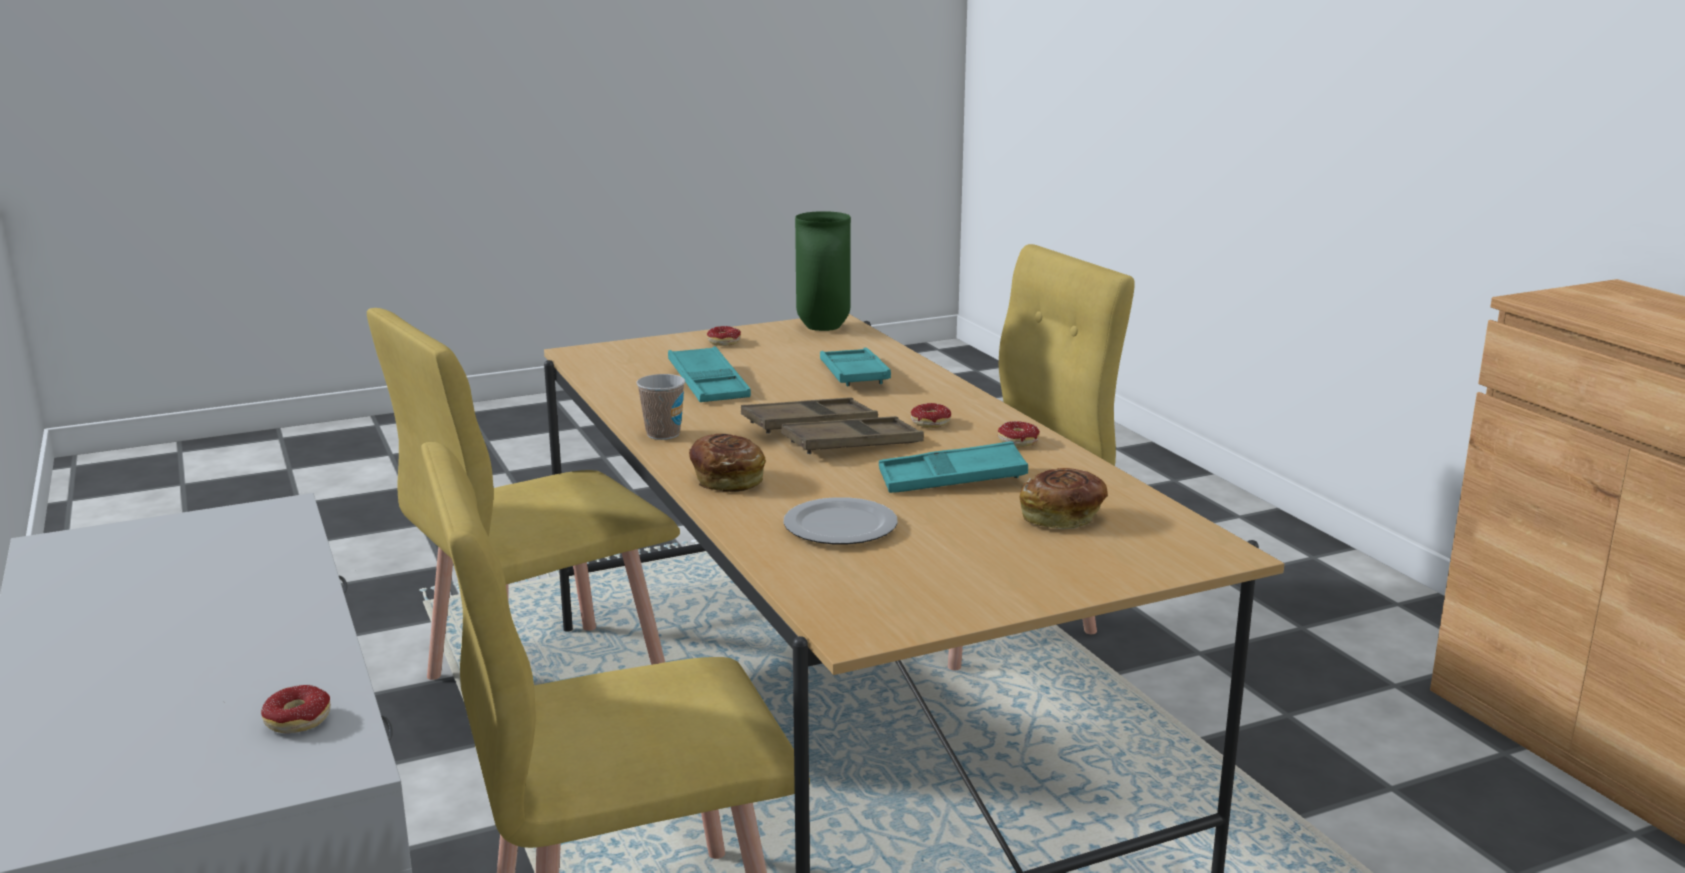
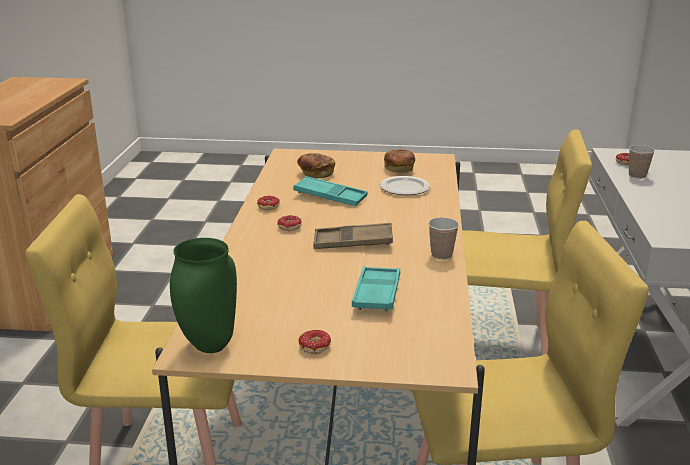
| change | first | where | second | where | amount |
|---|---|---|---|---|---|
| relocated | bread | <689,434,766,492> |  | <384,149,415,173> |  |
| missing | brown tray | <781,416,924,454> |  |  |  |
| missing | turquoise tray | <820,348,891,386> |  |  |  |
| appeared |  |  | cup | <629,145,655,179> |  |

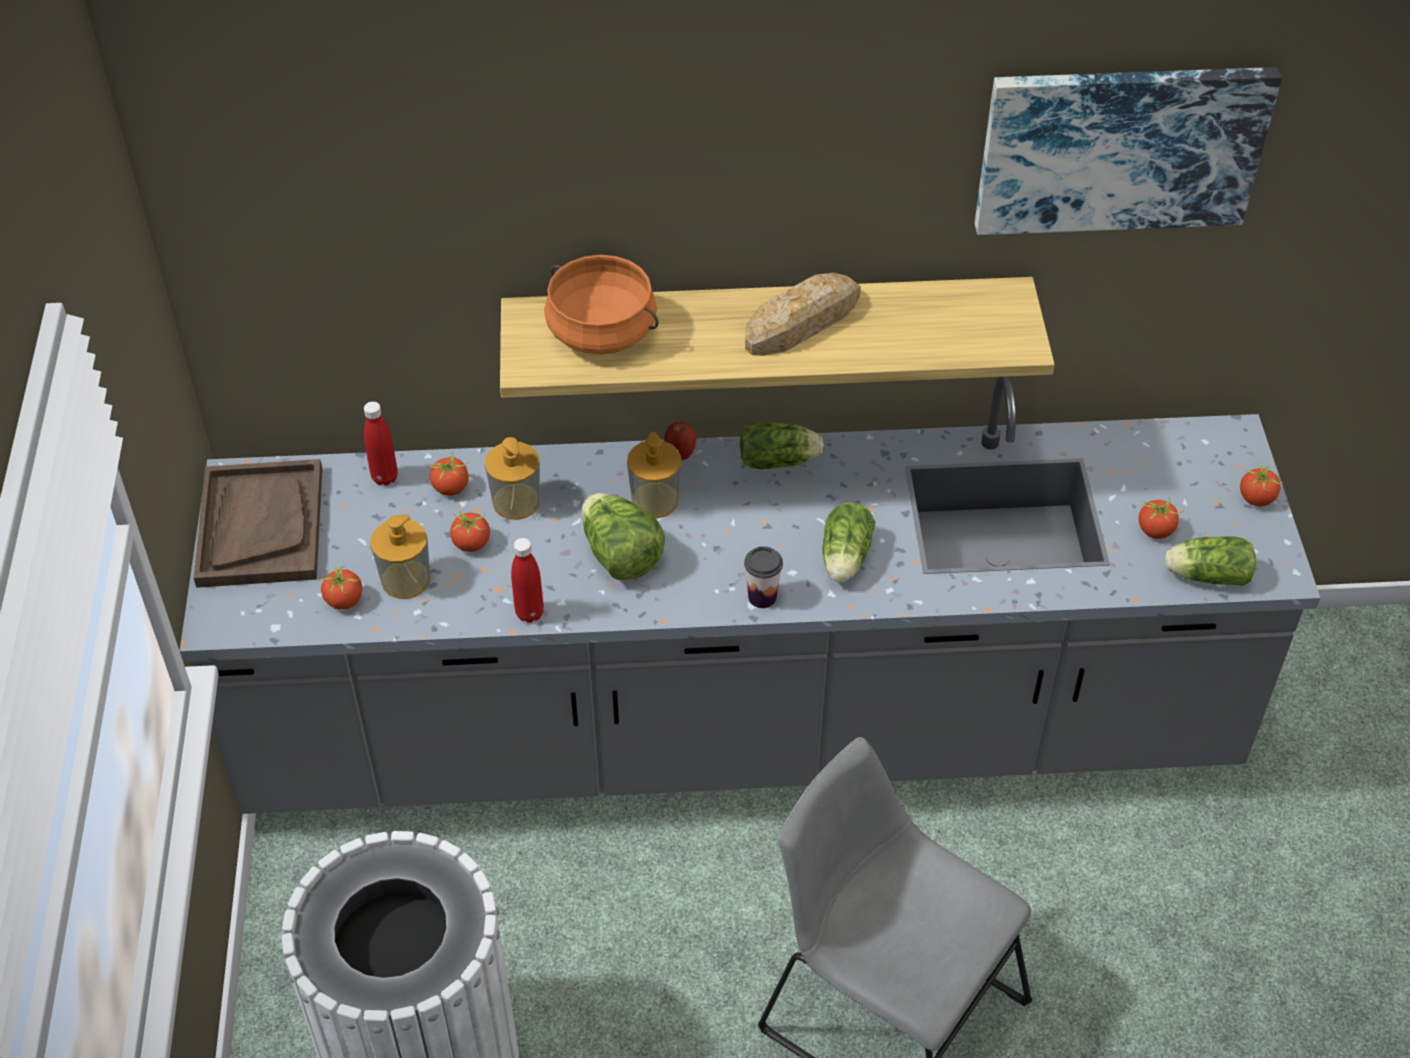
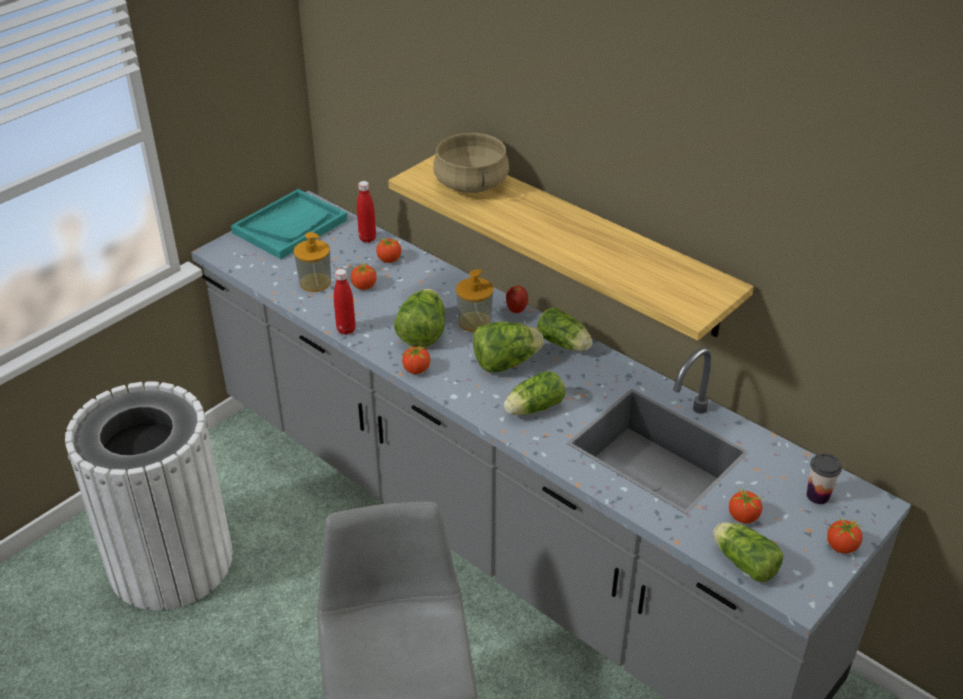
| change | first | where | second | where | amount |
|---|---|---|---|---|---|
| colour | brown tray | <194,459,322,588> | turquoise tray | <231,189,347,259> |  |
| relocated | tomato | <321,564,362,610> |  | <401,343,430,374> |  |
| missing | soap dispenser | <484,437,540,520> |  |  |  |
| colour | orange cooking pot | <544,255,658,354> | beige cooking pot | <433,132,509,193> |  |
| relocated | cup | <744,546,783,608> |  | <807,453,842,504> |  |
| missing | bread | <745,273,861,356> |  |  |  |
| missing | picture | <975,67,1282,235> |  |  |  |
| appeared |  |  | lettuce | <473,322,544,372> |  |

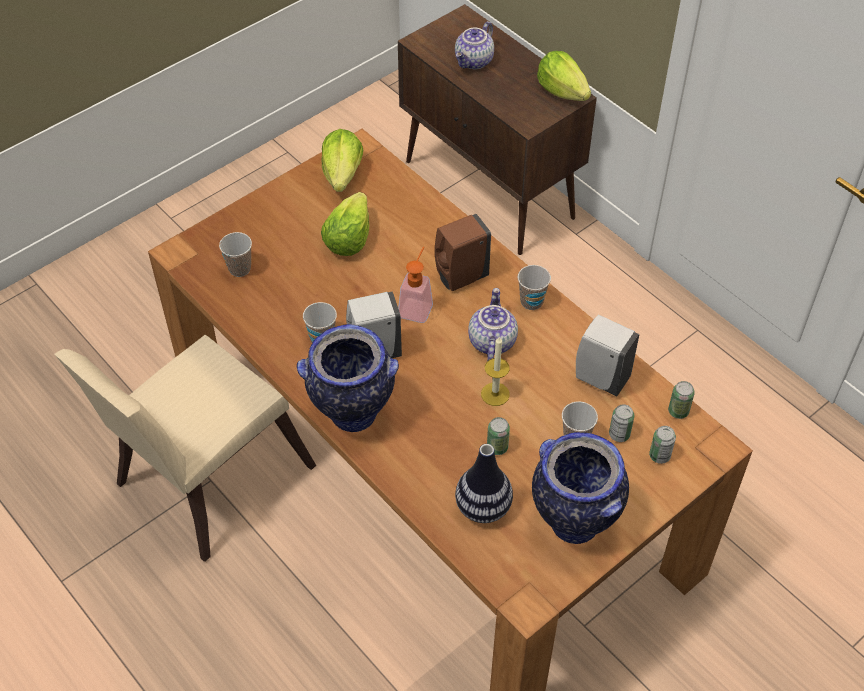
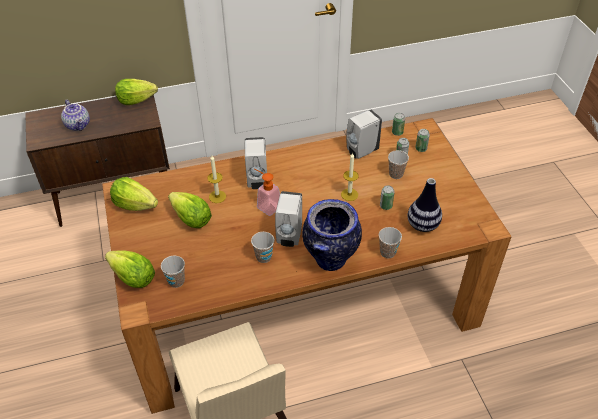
| change | first | where | second | where | amount |
|---|---|---|---|---|---|
| colour | brown soap dispenser | <435,214,491,291> | white soap dispenser | <244,137,267,189> |  |
| missing | teapot | <468,288,518,361> |  |  |  |
| relocated | cup | <518,265,551,310> |  | <379,227,402,258> |  |
| missing | vase | <532,432,629,544> |  |  |  |
| appeared |  |  | lettuce | <105,250,155,288> |  |
| appeared |  |  | candle | <207,156,226,203> |  |

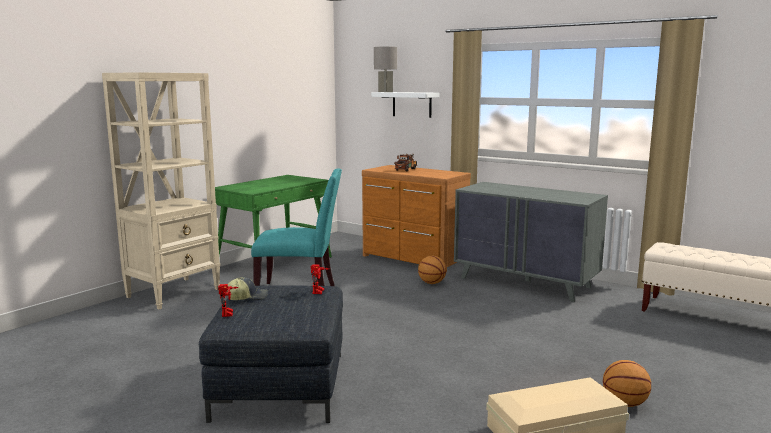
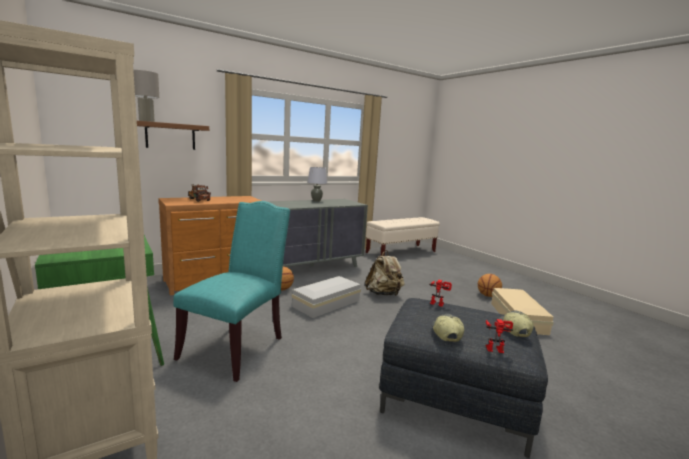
| change | first | where | second | where | amount |
|---|---|---|---|---|---|
| colour | white shelf | <371,92,440,118> | brown shelf | <137,121,209,150> |  |
| appeared |  |  | white storage box | <292,276,361,318> |  |
| appeared |  |  | grey table lamp | <307,167,327,202> |  |
| appeared |  |  | beige backpack | <365,250,405,296> |  |
| appeared |  |  | cap | <498,310,534,337> |  |

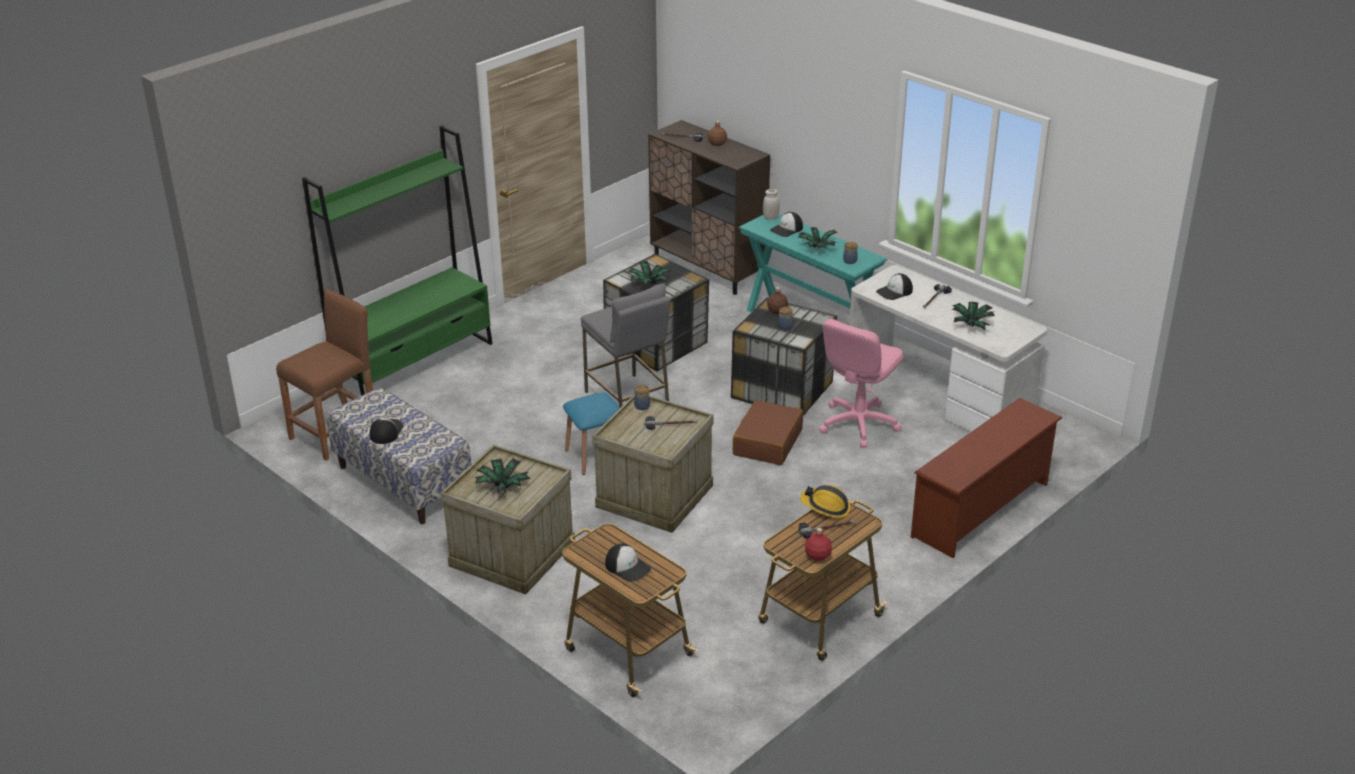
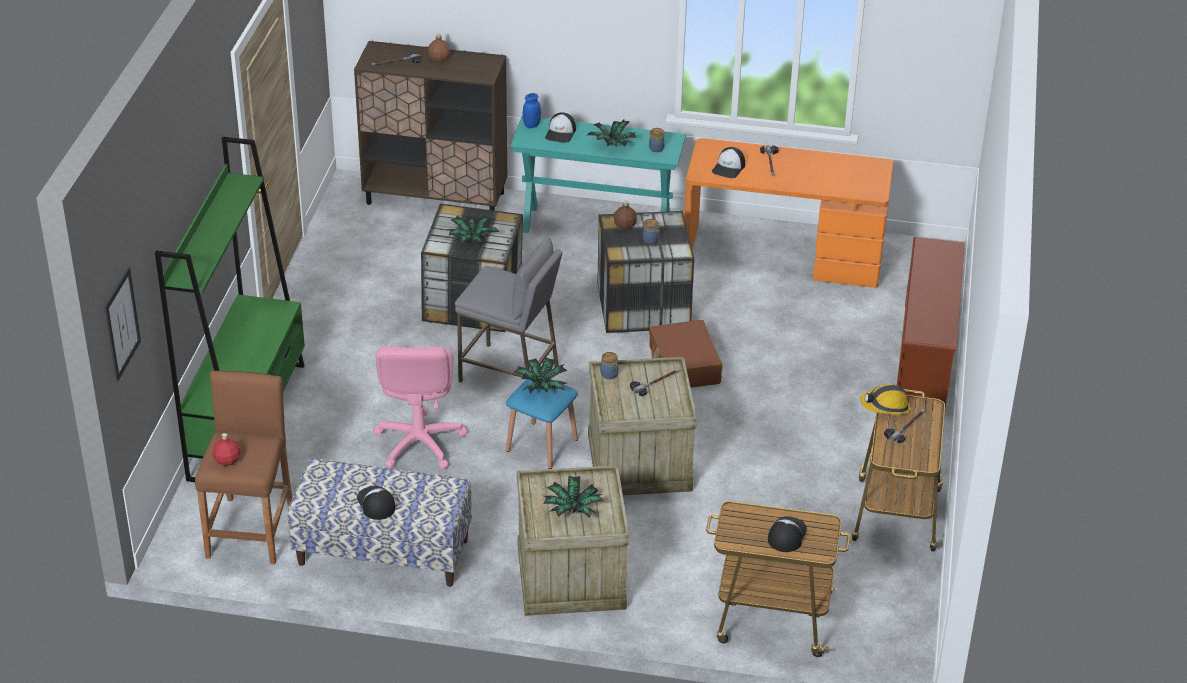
| change | first | where | second | where | amount |
|---|---|---|---|---|---|
| spun | cap | <605,543,651,582> |  | <768,516,807,552> | 75 degrees counterclockwise |
| colour | white jar | <763,189,780,220> | blue jar | <523,93,541,128> |  |
| relocated | red bottle | <805,528,832,561> |  | <212,433,241,466> |  |
| relocated | pink office chair | <819,319,904,448> |  | <373,346,468,469> |  |
| colour | white desk | <849,265,1047,432> | orange desk | <684,138,893,288> |  |
| relocated | potted plant | <952,302,996,330> |  | <514,358,567,393> |  |
| appeared |  |  | picture | <104,267,141,382> |  |

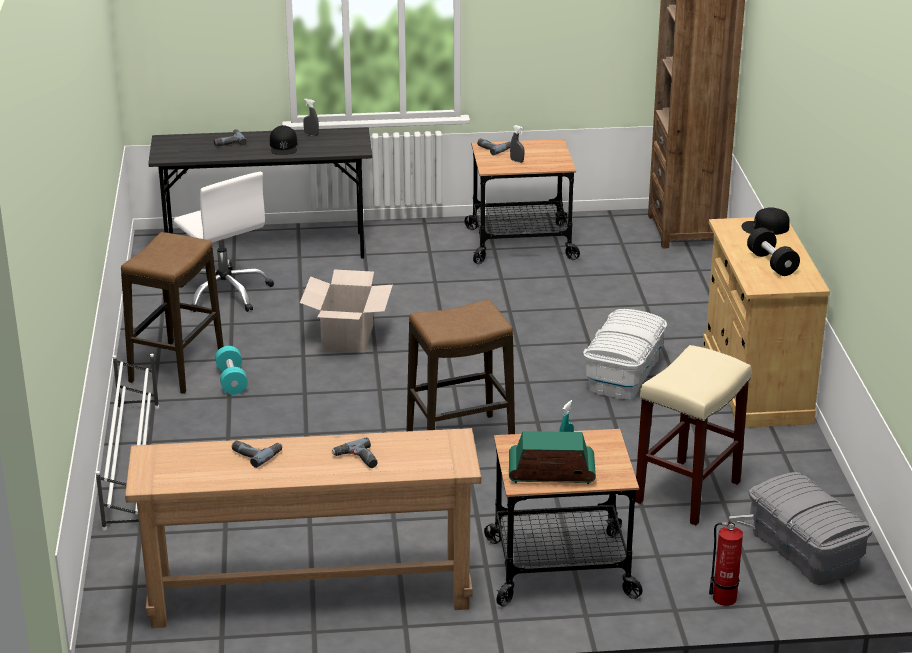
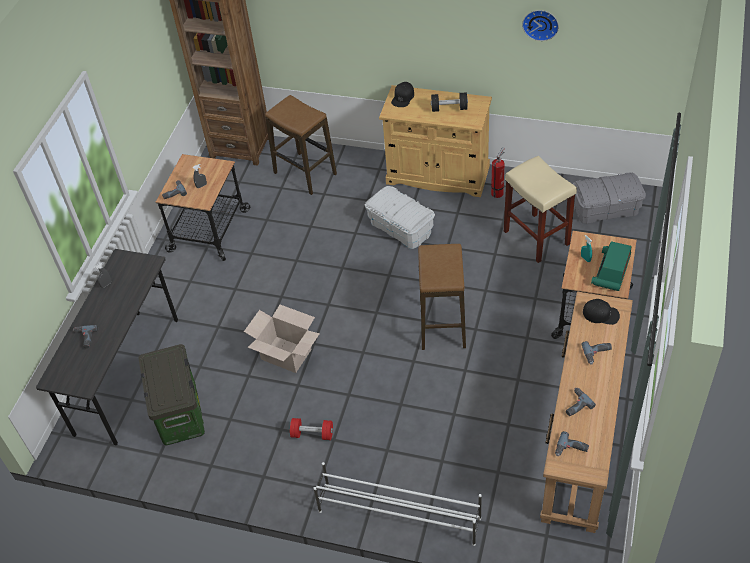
| change | first | where | second | where | amount |
|---|---|---|---|---|---|
| relocated | stool | <121,232,224,394> |  | <265,95,337,195> |  |
| exchanged | white office chair | <173,172,274,312> | storage box | <139,344,205,445> |  |
| colour | turquoise dumbbell | <215,346,248,395> | red dumbbell | <290,418,333,440> |  |
| relocated | black cap | <270,125,297,155> |  | <583,299,620,325> |  |
| relocated | fire extinguisher | <709,514,755,606> |  | <491,147,505,198> |  |
| appeared |  |  | wall clock | <522,10,559,41> |  |
| appeared |  |  | power drill | <555,431,589,456> |  |

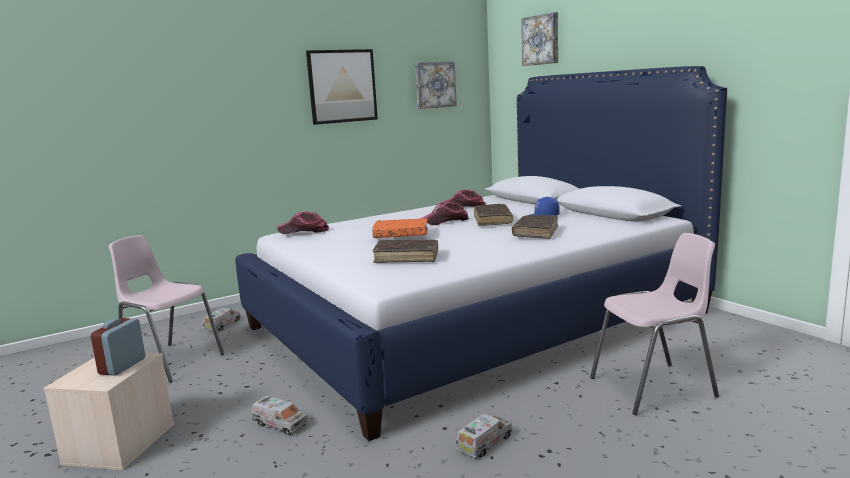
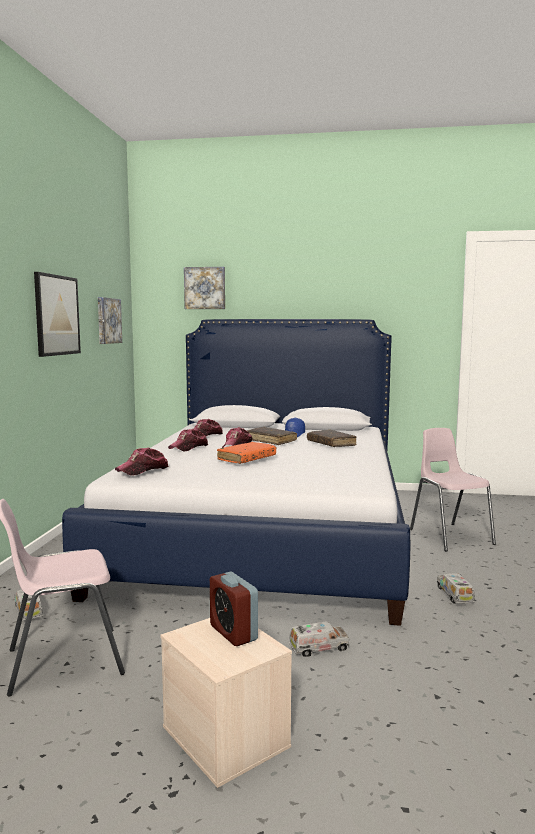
| change | first | where | second | where | amount |
|---|---|---|---|---|---|
| missing | brown book | <373,239,438,263> |  |  |  |
| spun | pink chair | <590,233,719,415> |  | <410,428,496,551> | 45 degrees counterclockwise |
| appeared |  |  | cap | <168,429,208,451> |  |

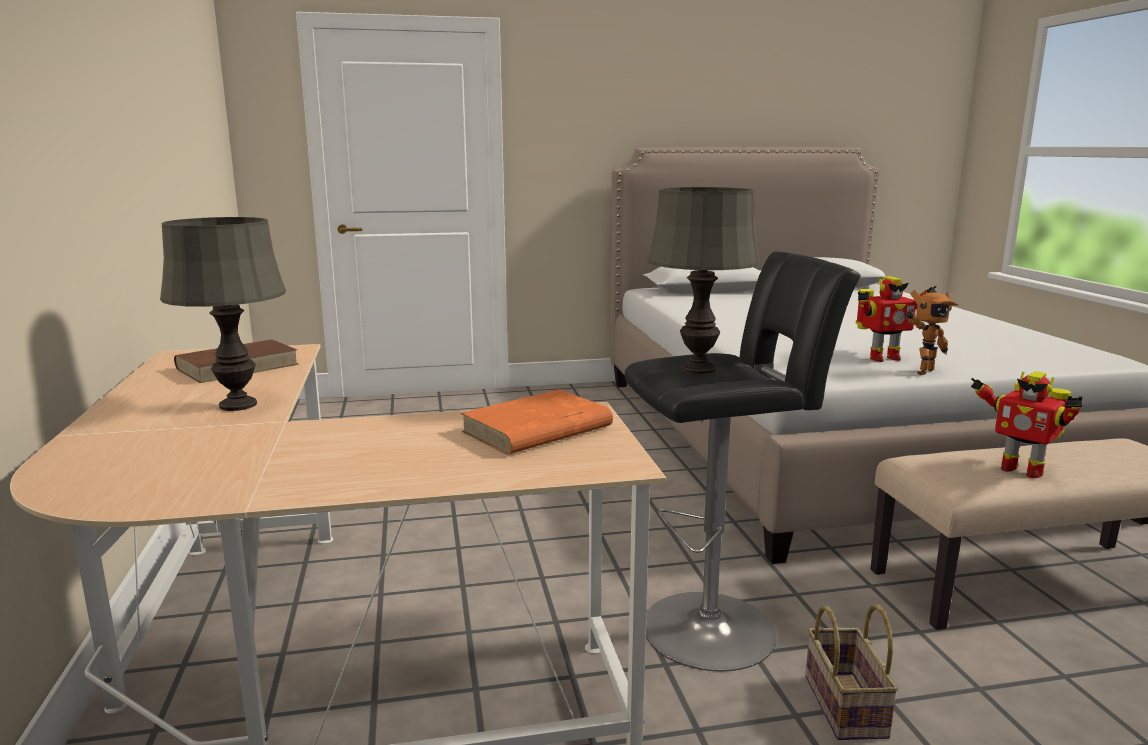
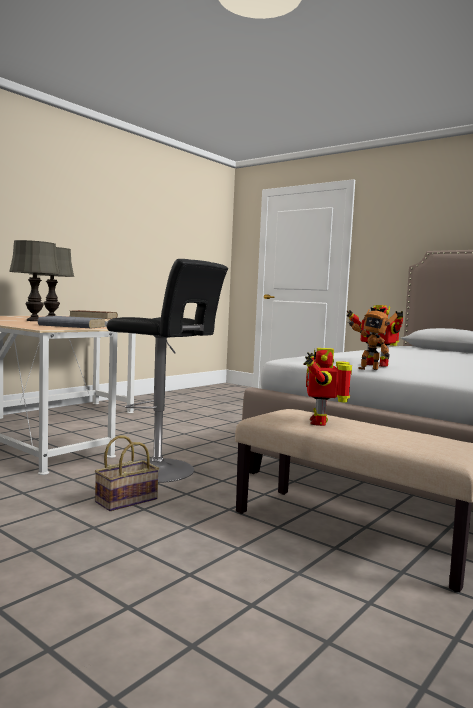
| change | first | where | second | where | amount |
|---|---|---|---|---|---|
| colour | orange book | <461,389,613,455> | grey book | <38,316,105,328> |  |
| relocated | grey table lamp | <647,187,760,374> |  | <9,240,60,321> |  |

